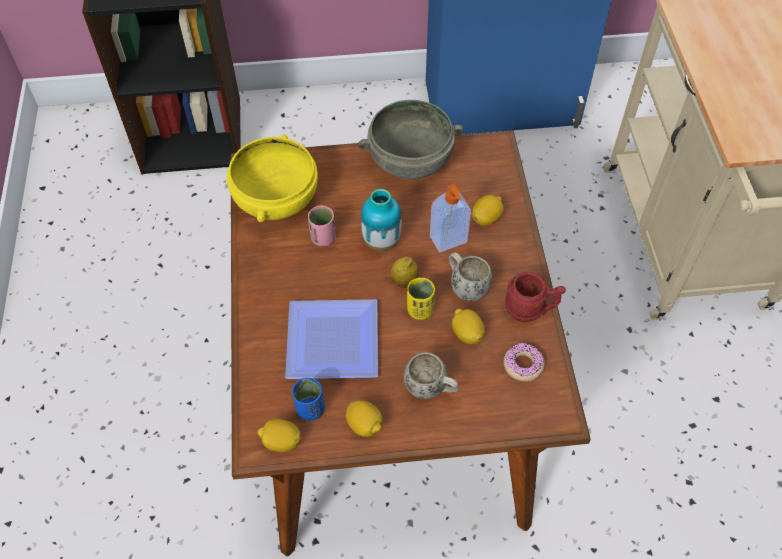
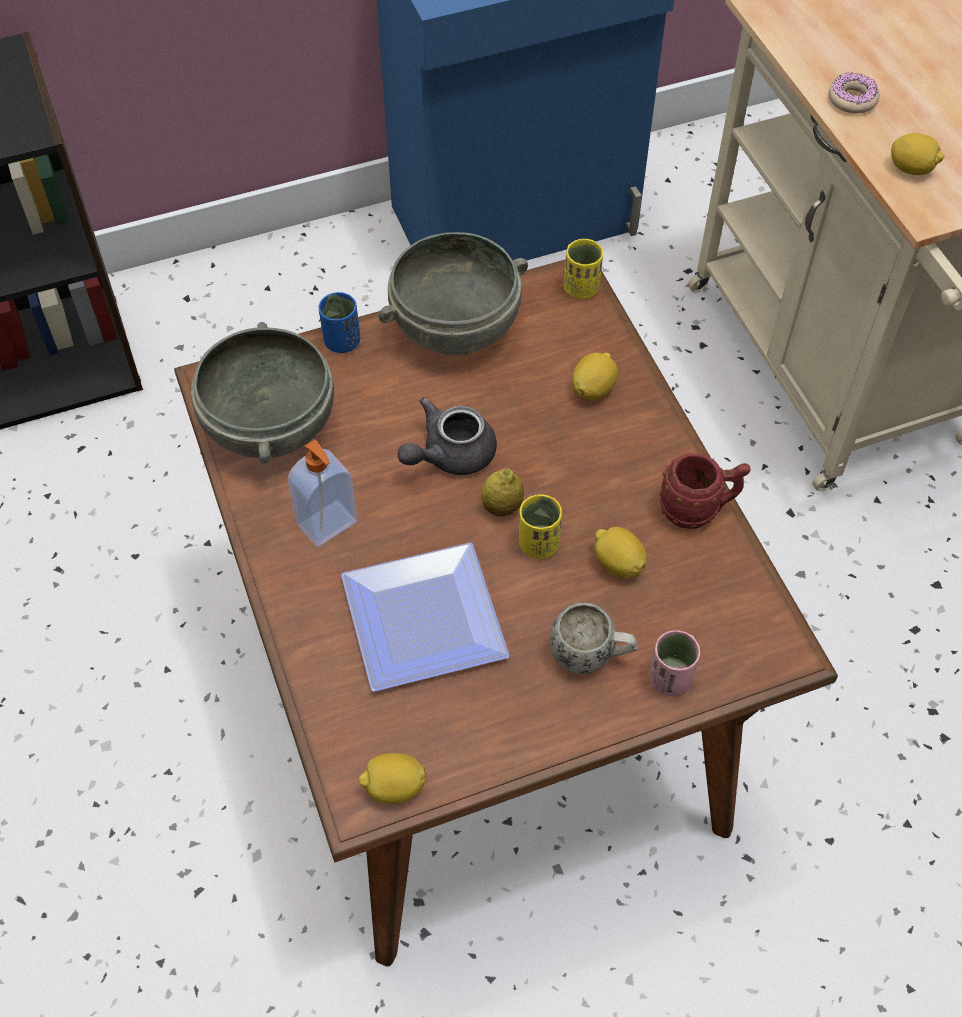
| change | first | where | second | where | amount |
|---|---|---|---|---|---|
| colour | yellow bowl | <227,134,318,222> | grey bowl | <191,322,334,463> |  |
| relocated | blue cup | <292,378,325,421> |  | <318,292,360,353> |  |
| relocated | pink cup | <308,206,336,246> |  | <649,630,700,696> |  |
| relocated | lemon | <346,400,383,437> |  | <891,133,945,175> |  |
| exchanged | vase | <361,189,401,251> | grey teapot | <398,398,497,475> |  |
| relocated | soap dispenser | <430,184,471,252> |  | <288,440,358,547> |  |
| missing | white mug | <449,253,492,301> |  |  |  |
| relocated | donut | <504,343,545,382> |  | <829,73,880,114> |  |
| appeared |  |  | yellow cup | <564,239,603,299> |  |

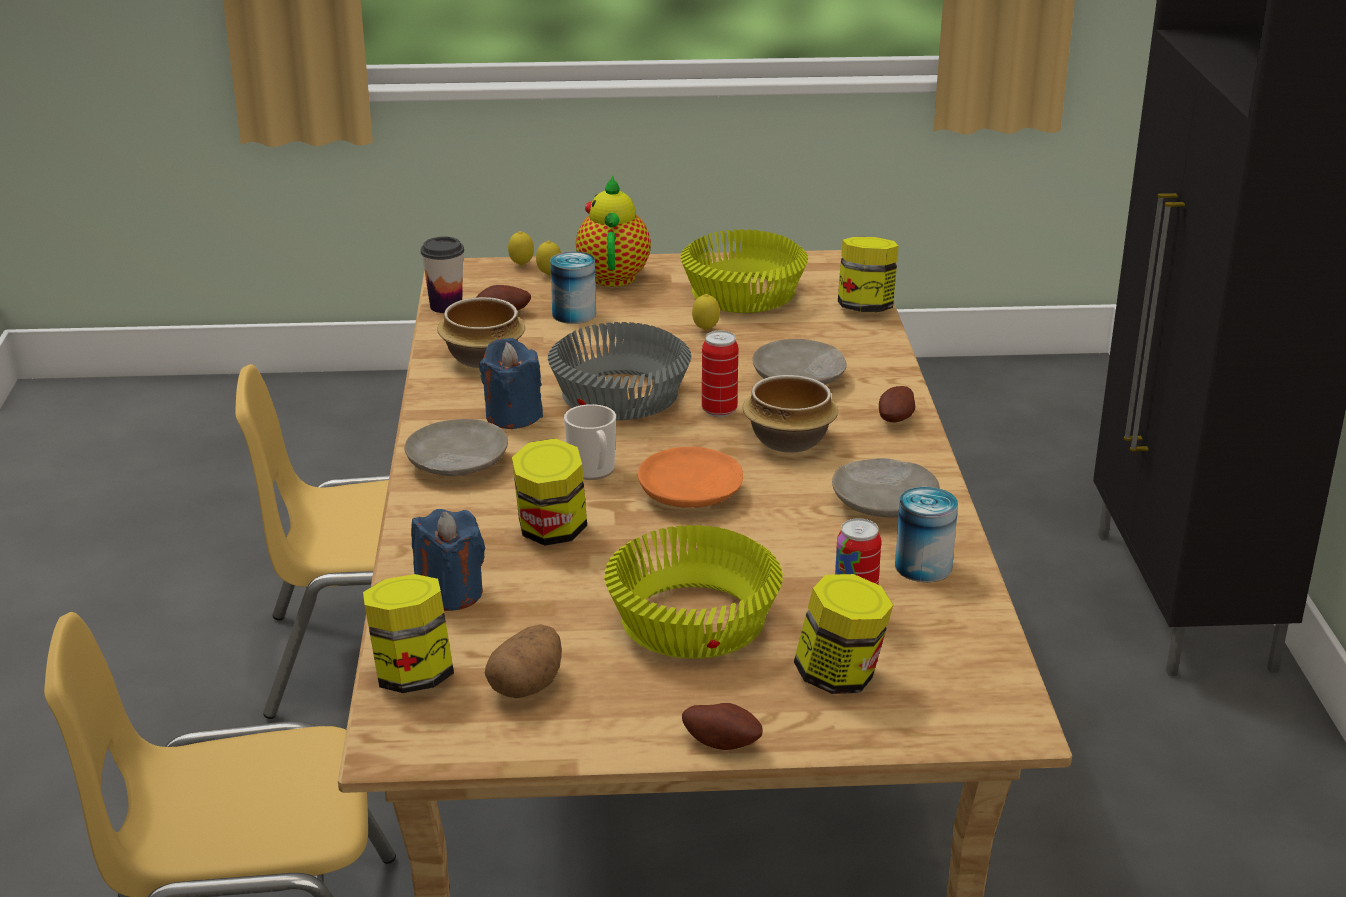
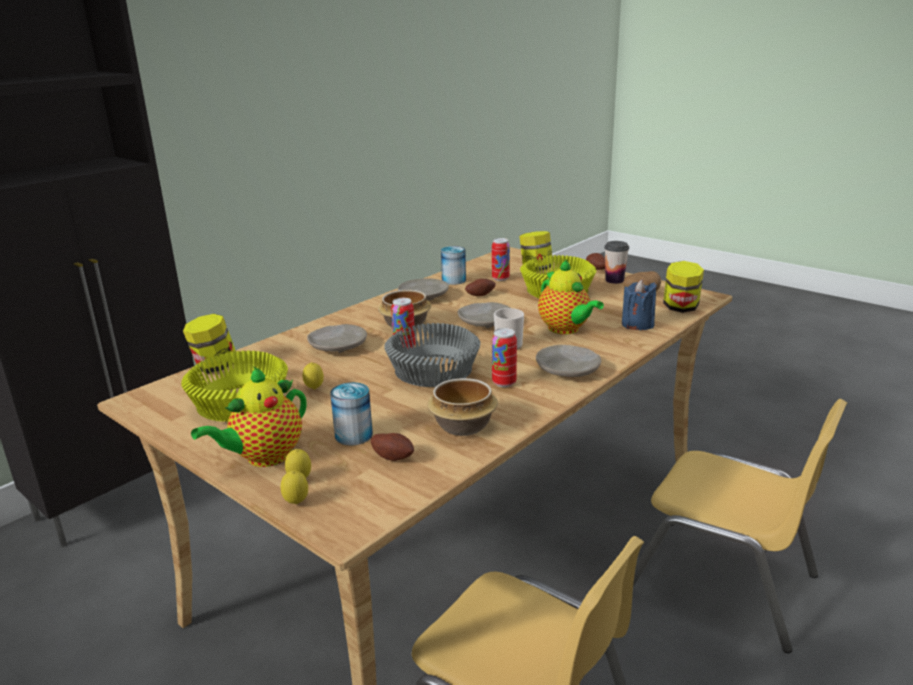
| change | first | where | second | where | amount |
|---|---|---|---|---|---|
| relocated | cup | <421,237,464,313> |  | <604,241,629,284> |  |
| exchanged | blue candle | <479,338,543,429> | can | <492,328,517,387> |  |
| exchanged | jar | <512,438,587,546> | teapot | <538,259,604,334> |  |
| colour | orange plate | <638,447,743,508> | beige plate | <458,302,510,328> |  |
| relocated | potato | <879,386,915,423> |  | <465,279,496,296> |  |

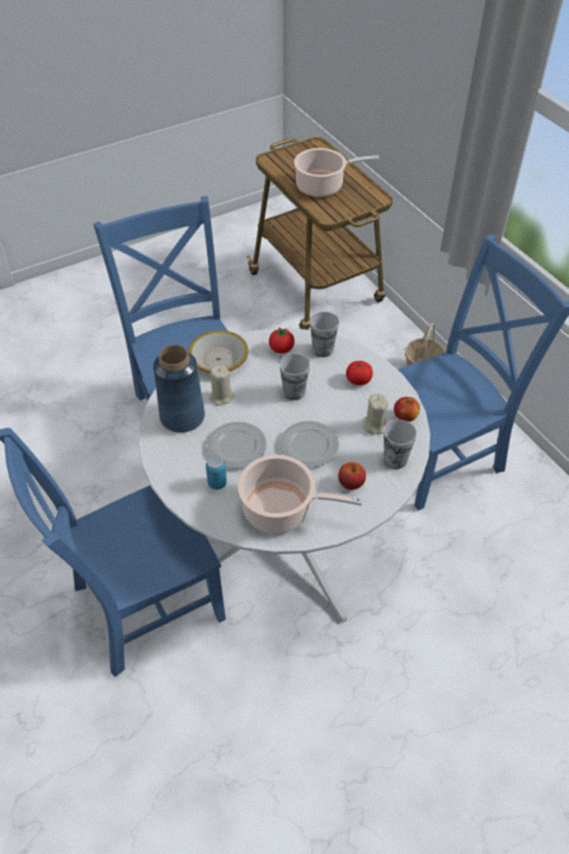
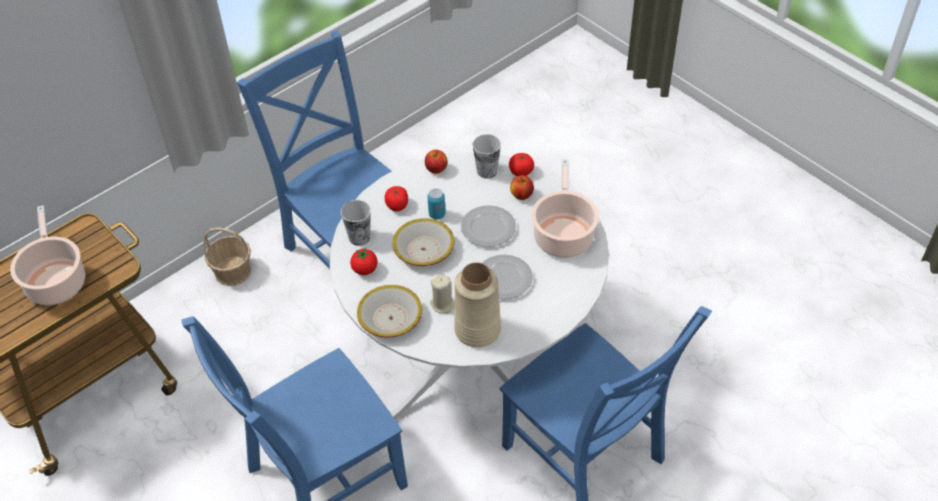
| change | first | where | second | where | amount |
|---|---|---|---|---|---|
| colour | blue vase | <153,345,205,433> | beige vase | <454,262,501,347> |  |
| relocated | can | <206,456,227,490> |  | <428,189,446,220> |  |
| exchanged | cup | <279,353,310,400> | bowl | <393,218,455,266> |  |
| missing | beige candle | <363,393,388,434> |  |  |  |
| appeared |  |  | tomato | <509,153,534,176> |  |

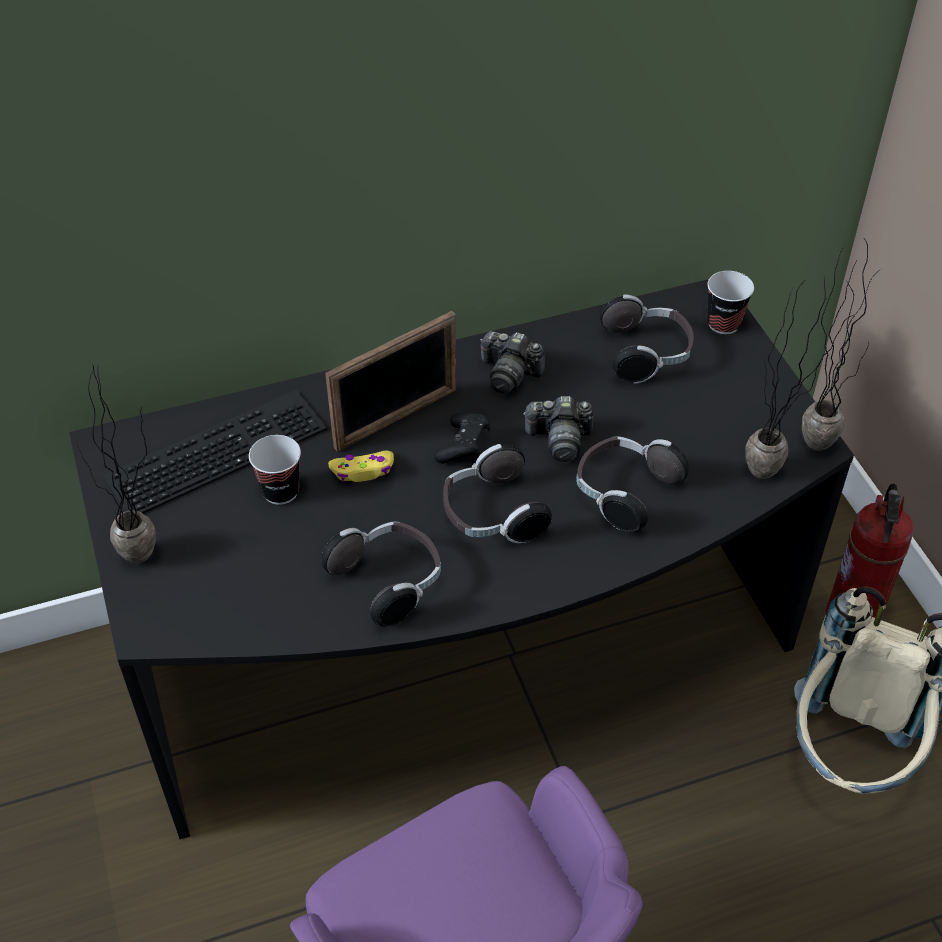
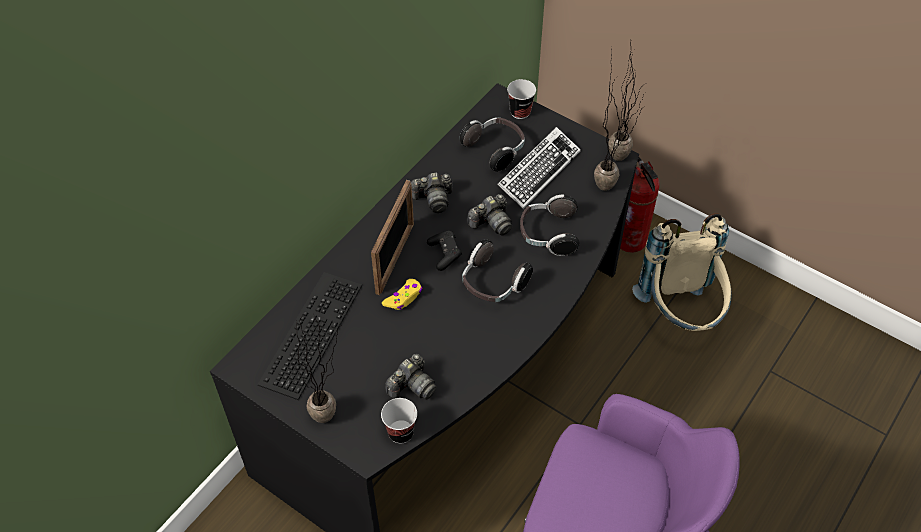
| change | first | where | second | where | amount |
|---|---|---|---|---|---|
| relocated | cup | <249,435,301,505> |  | <381,398,417,443> |  |
| missing | headphones | <321,522,441,627> |  |  |  |
| appeared |  |  | photo camera | <385,354,437,400> |  |
| appeared |  |  | keyboard | <497,127,581,209> |  |

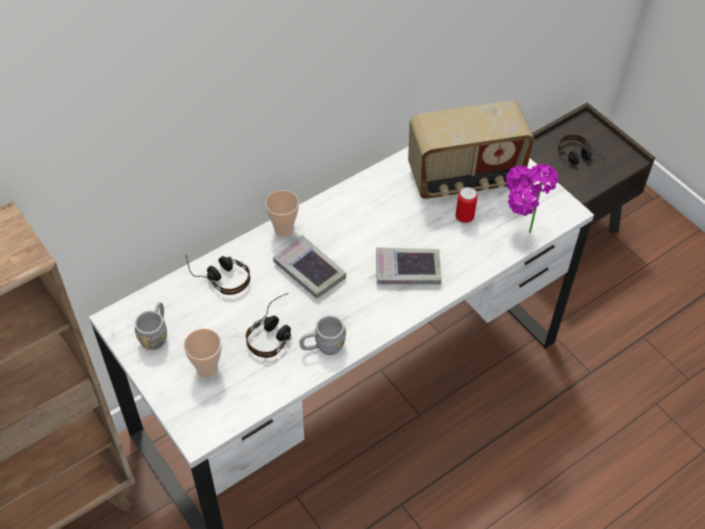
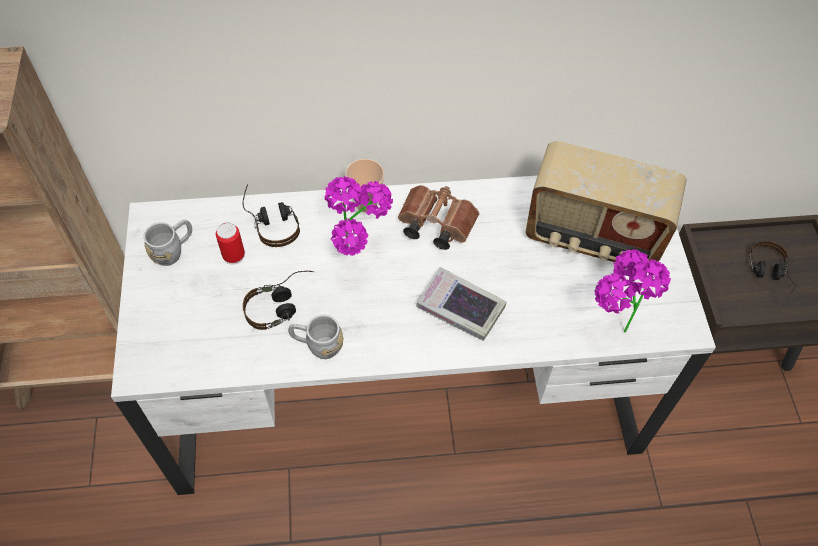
| change | first | where | second | where | amount |
|---|---|---|---|---|---|
| missing | cup | <184,329,221,378> |  |  |  |
| exchanged | book | <273,235,346,299> | potted plant | <324,176,393,256> |  |
| relocated | can | <455,187,478,224> |  | <216,222,245,265> |  |
| appeared |  |  | brown binoculars | <398,185,479,250> |  |

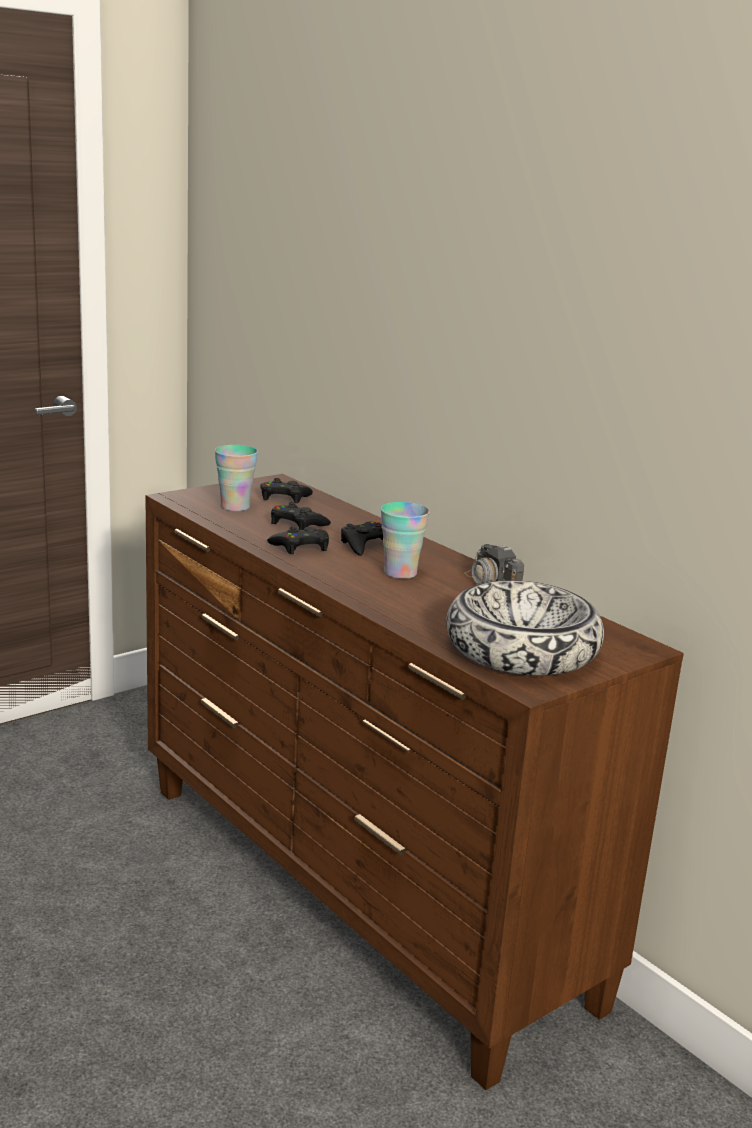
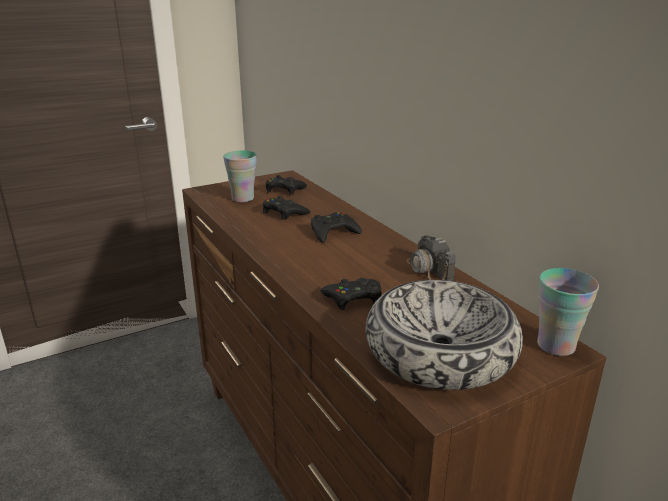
| change | first | where | second | where | amount |
|---|---|---|---|---|---|
| relocated | black game controller | <267,526,329,554> |  | <320,278,381,310> |  |
| relocated | cup | <381,502,430,579> |  | <537,268,599,356> |  |

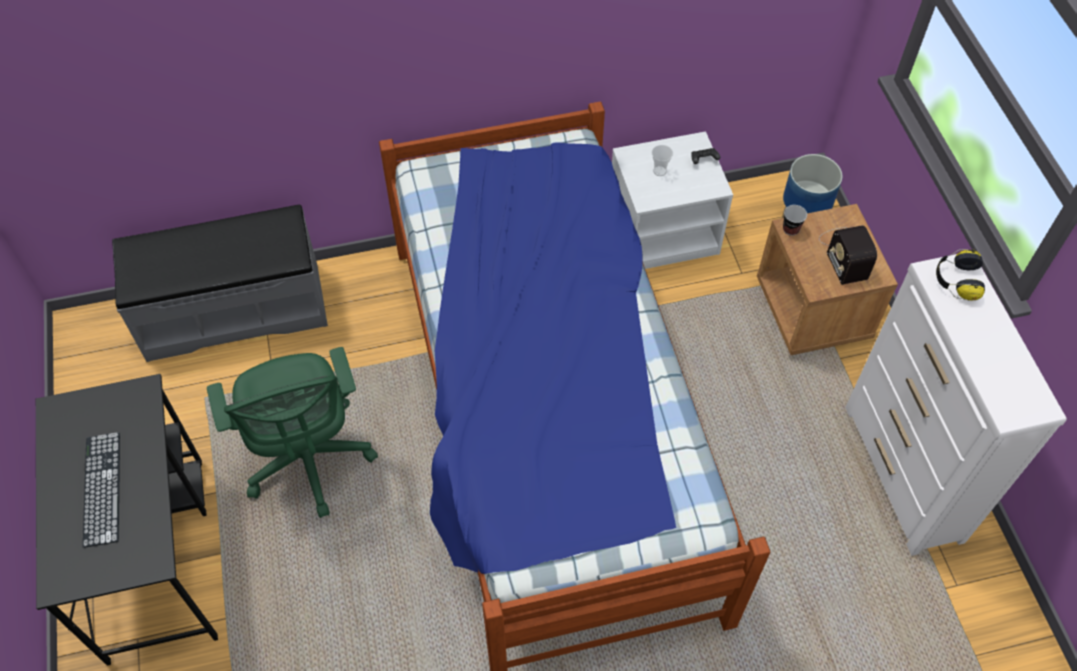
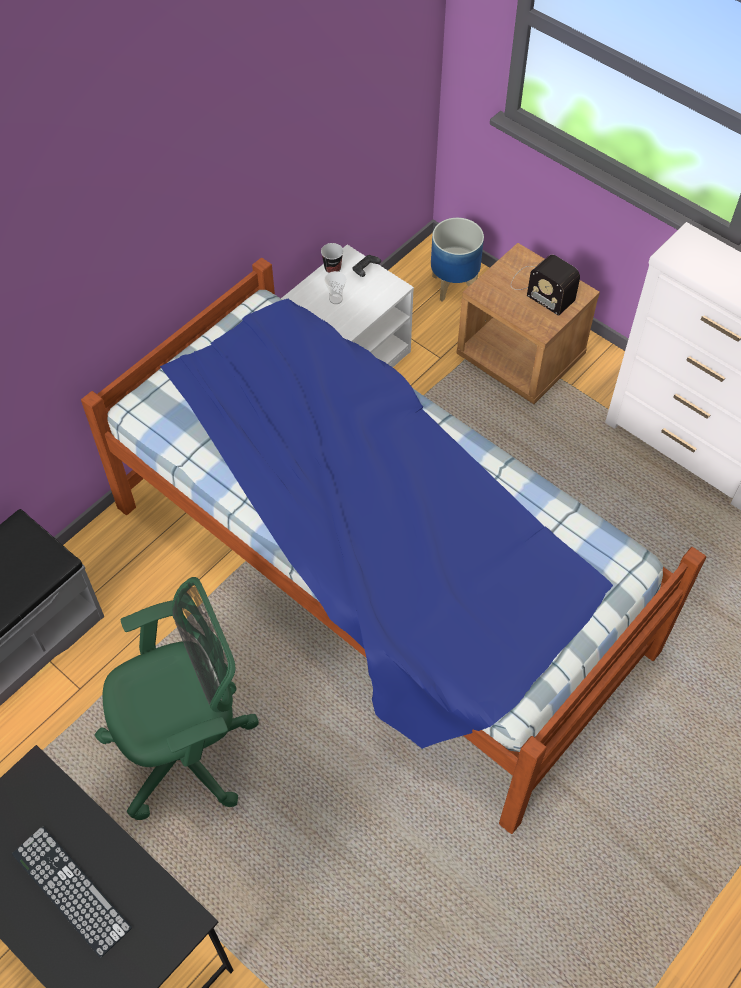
| change | first | where | second | where | amount |
|---|---|---|---|---|---|
| spun | green office chair | <207,347,378,518> |  | <95,577,259,820> | 60 degrees counterclockwise |
| relocated | cup | <783,205,807,236> |  | <321,243,343,273> |  |
| missing | headphones | <936,249,985,300> |  |  |  |

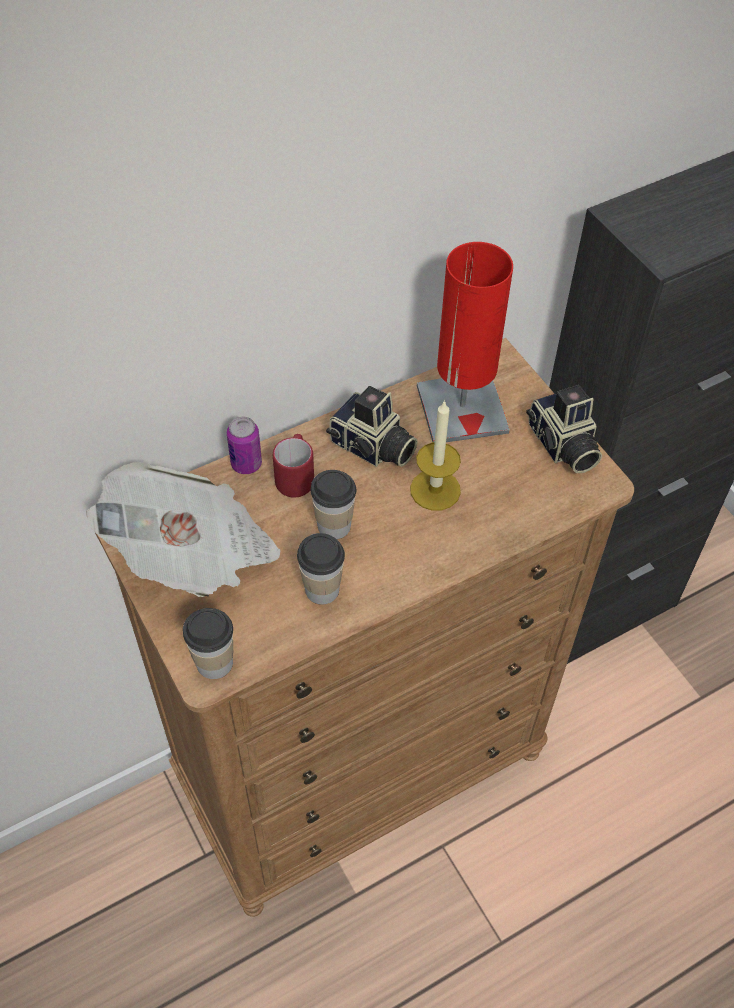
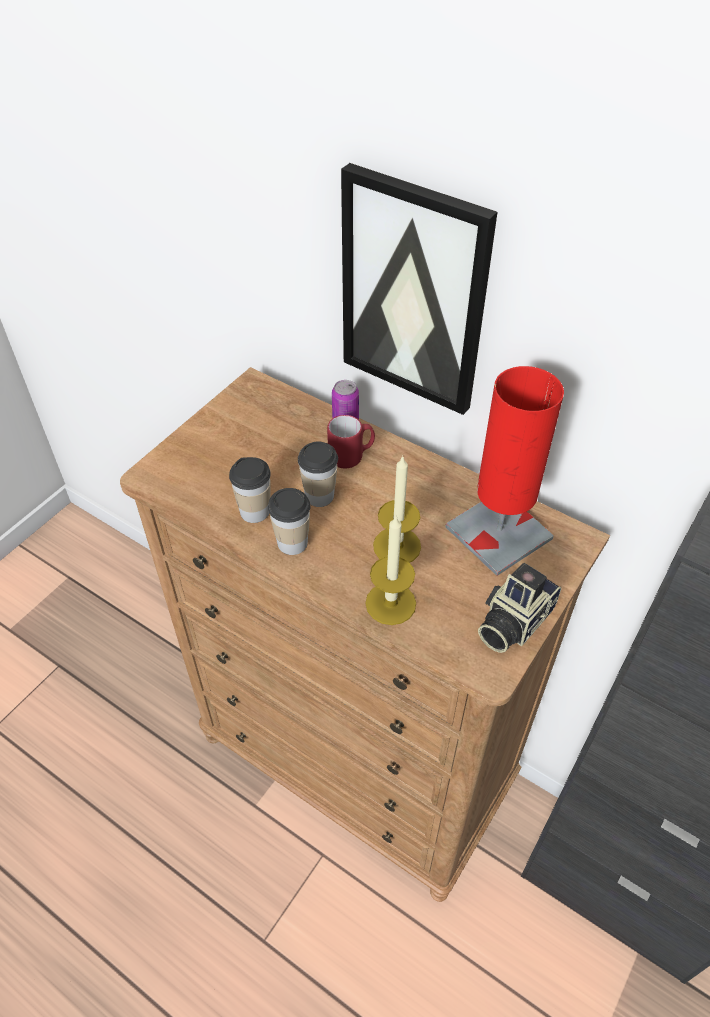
| change | first | where | second | where | amount |
|---|---|---|---|---|---|
| missing | newspaper | <86,462,281,597> |  |  |  |
| relocated | cup | <183,608,233,679> |  | <268,488,311,555> |  |
| missing | photo camera | <326,386,418,467> |  |  |  |
| appeared |  |  | picture | <341,163,498,415> |  |
| appeared |  |  | candle | <365,516,416,625> |  |

